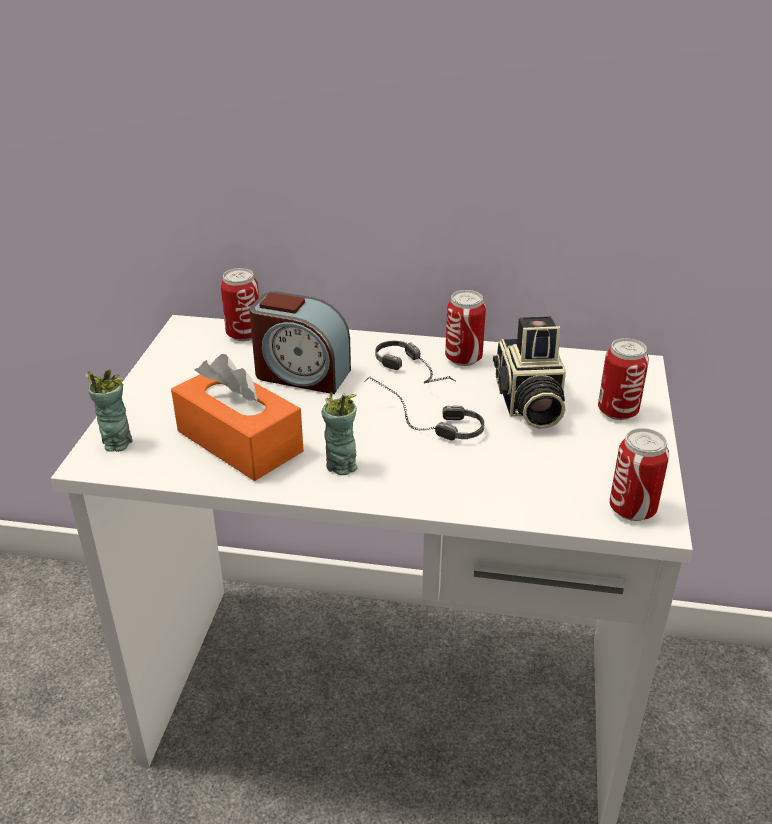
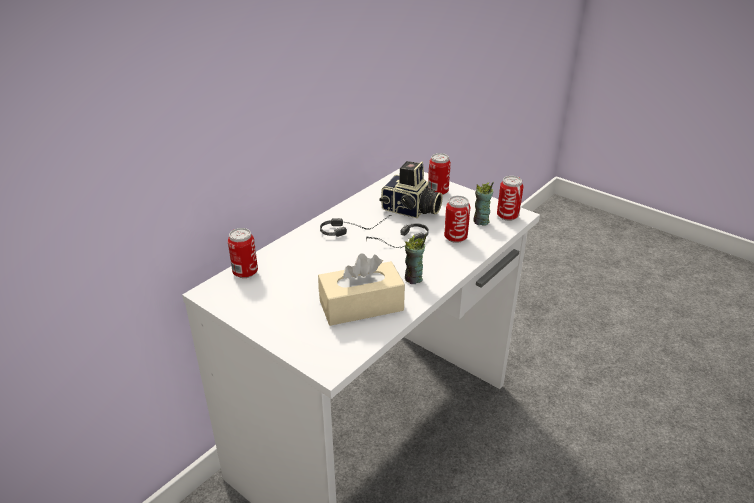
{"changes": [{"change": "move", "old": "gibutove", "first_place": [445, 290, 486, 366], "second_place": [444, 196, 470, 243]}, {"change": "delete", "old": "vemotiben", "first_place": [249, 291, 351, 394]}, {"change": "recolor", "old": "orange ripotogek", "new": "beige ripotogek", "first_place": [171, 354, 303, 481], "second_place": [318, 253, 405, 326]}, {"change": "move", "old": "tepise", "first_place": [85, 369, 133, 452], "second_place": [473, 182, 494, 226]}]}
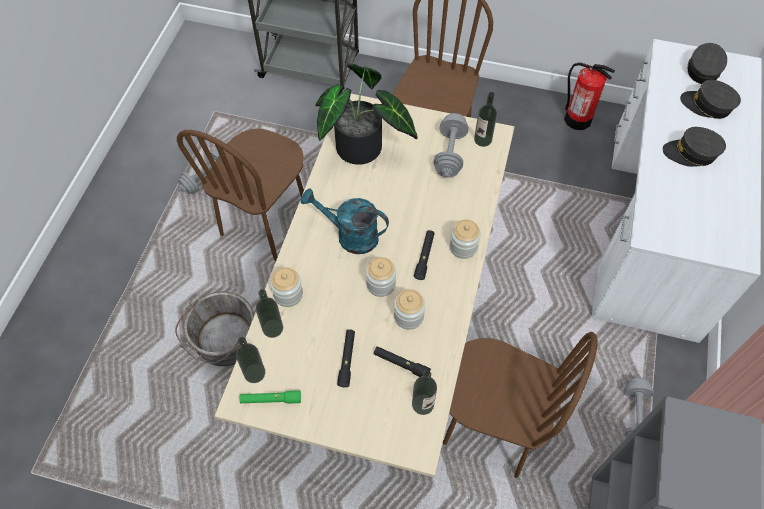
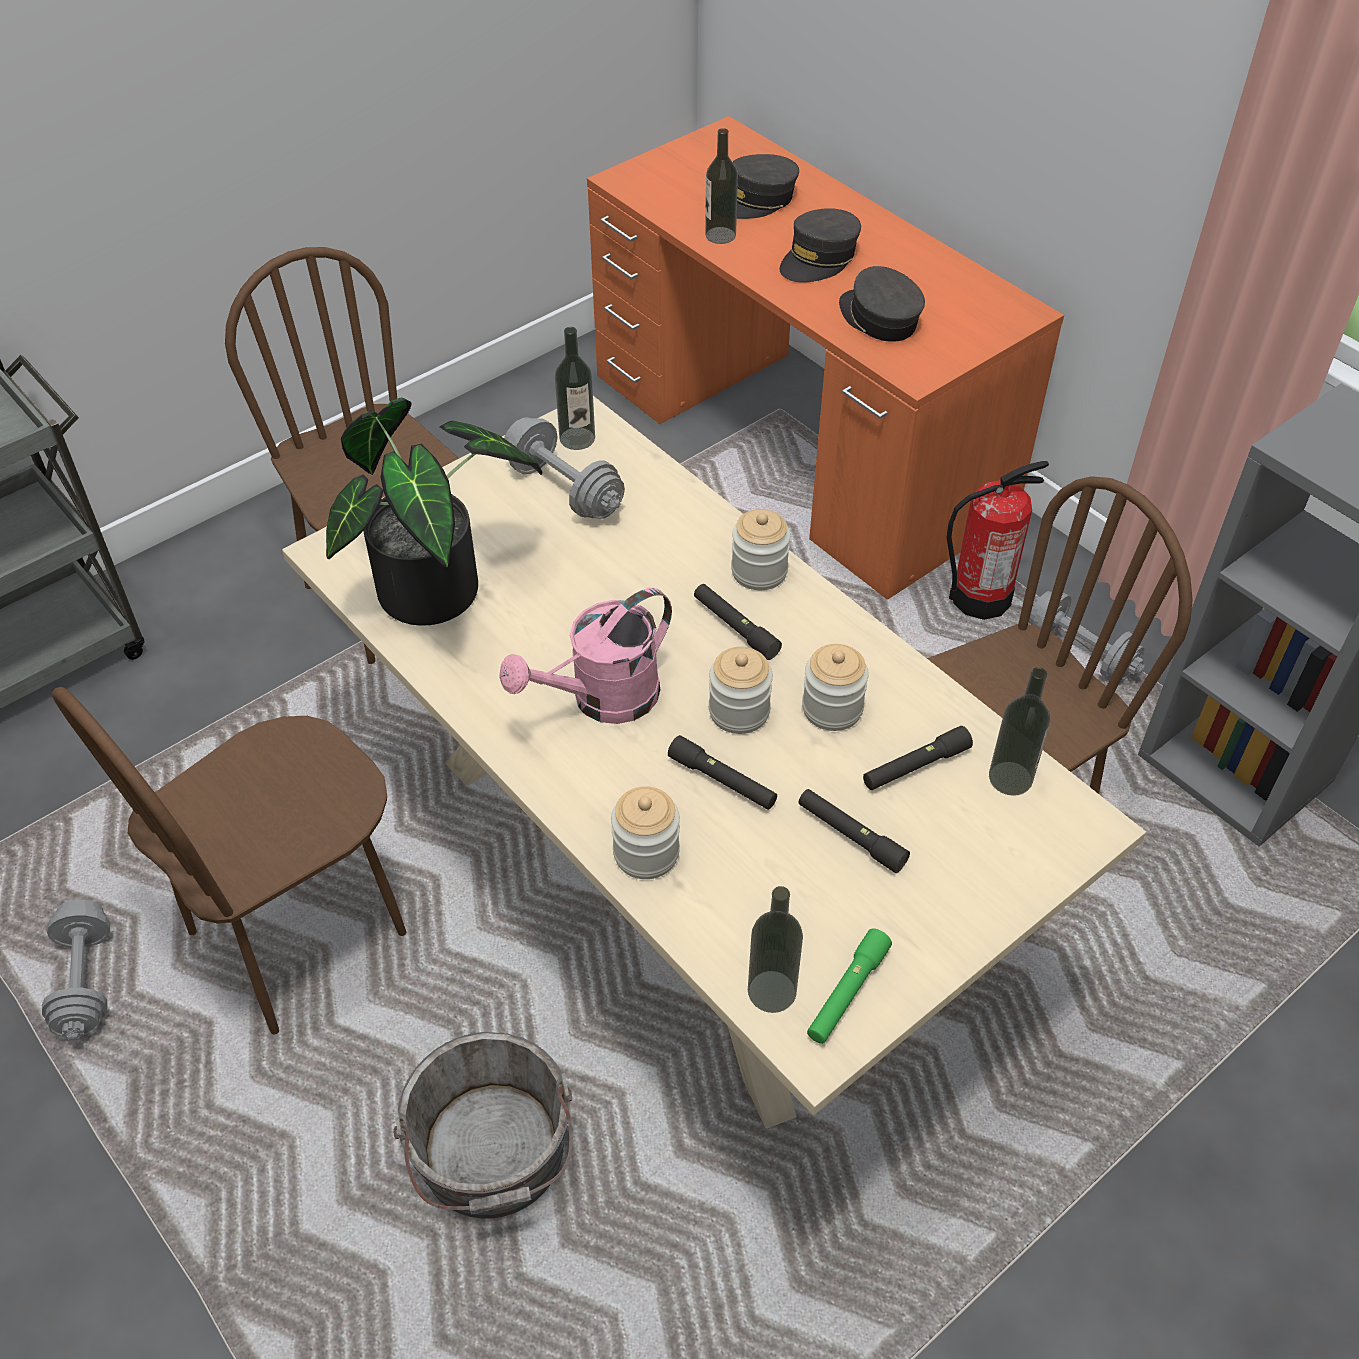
{"changes": [{"change": "recolor", "old": "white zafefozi", "new": "orange zafefozi", "first_place": [592, 39, 762, 343], "second_place": [587, 116, 1064, 600]}, {"change": "move", "old": "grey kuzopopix", "first_place": [687, 43, 727, 84], "second_place": [839, 266, 925, 342]}, {"change": "move", "old": "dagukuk", "first_place": [564, 62, 615, 130], "second_place": [947, 461, 1049, 620]}, {"change": "rotate", "old": "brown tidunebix", "first_place": [177, 129, 304, 261], "second_place": [52, 687, 406, 1034], "degrees": 75}, {"change": "recolor", "old": "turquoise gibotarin", "new": "pink gibotarin", "first_place": [300, 188, 389, 254], "second_place": [499, 588, 672, 724]}, {"change": "move", "old": "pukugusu", "first_place": [256, 289, 283, 338], "second_place": [705, 128, 738, 244]}, {"change": "insert", "new": "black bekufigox", "second_place": [668, 735, 777, 810]}]}
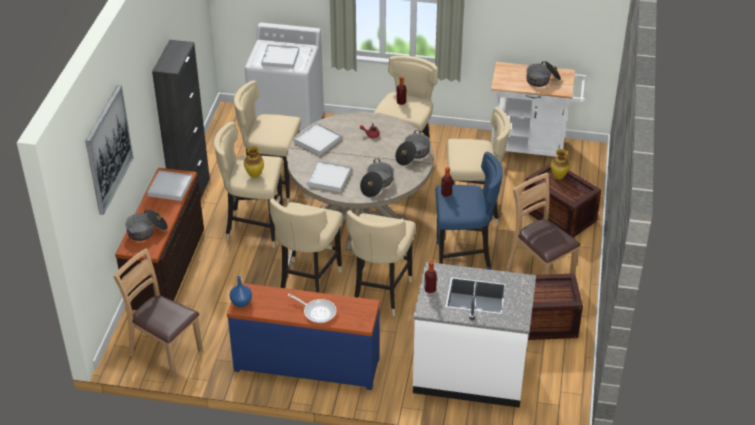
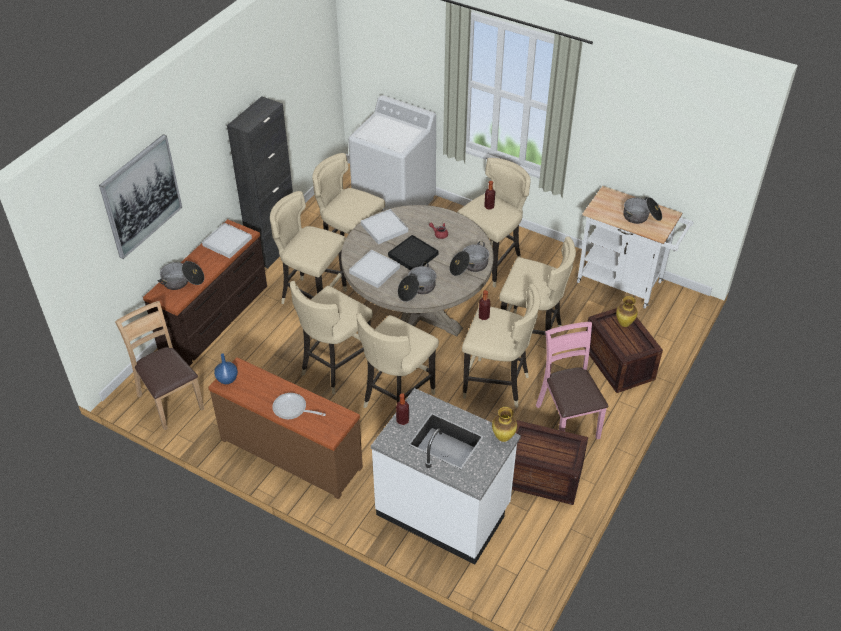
{"changes": [{"change": "delete", "old": "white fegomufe", "first_place": [261, 44, 299, 69]}, {"change": "move", "old": "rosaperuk", "first_place": [244, 146, 264, 178], "second_place": [492, 407, 517, 442]}, {"change": "recolor", "old": "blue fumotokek", "new": "beige fumotokek", "first_place": [436, 152, 503, 270], "second_place": [462, 284, 541, 408]}, {"change": "recolor", "old": "brown tidunebix", "new": "pink tidunebix", "first_place": [506, 173, 581, 275], "second_place": [536, 322, 608, 439]}, {"change": "recolor", "old": "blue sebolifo", "new": "brown sebolifo", "first_place": [227, 283, 380, 390], "second_place": [208, 357, 363, 499]}, {"change": "rotate", "old": "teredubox", "first_place": [288, 294, 336, 323], "second_place": [272, 393, 326, 419], "degrees": 150}, {"change": "insert", "new": "black fegomufe", "second_place": [388, 235, 439, 271]}]}
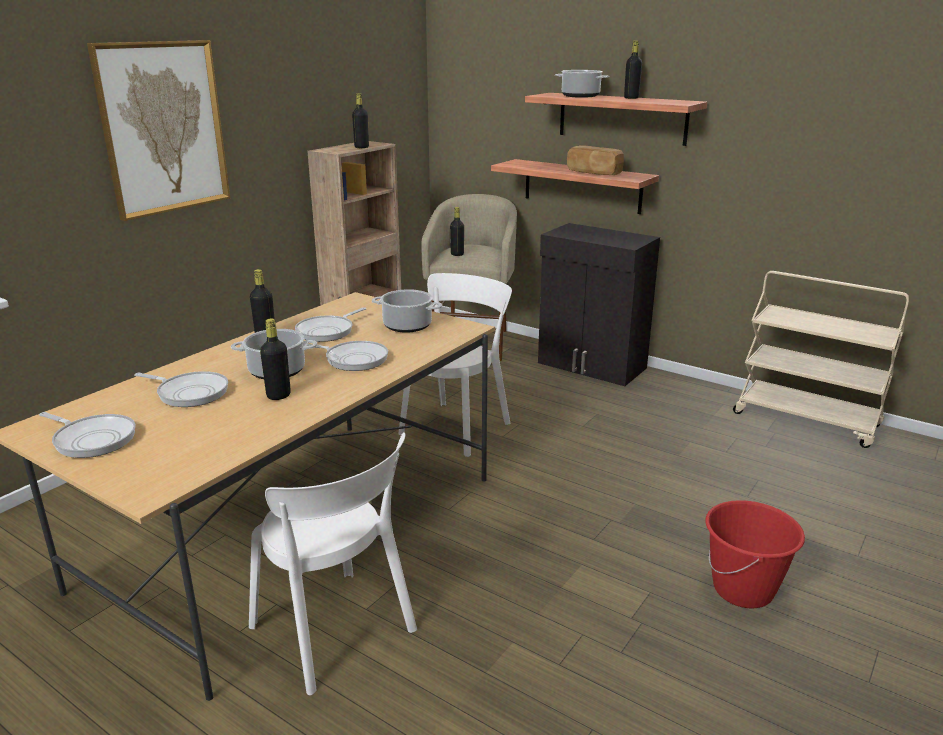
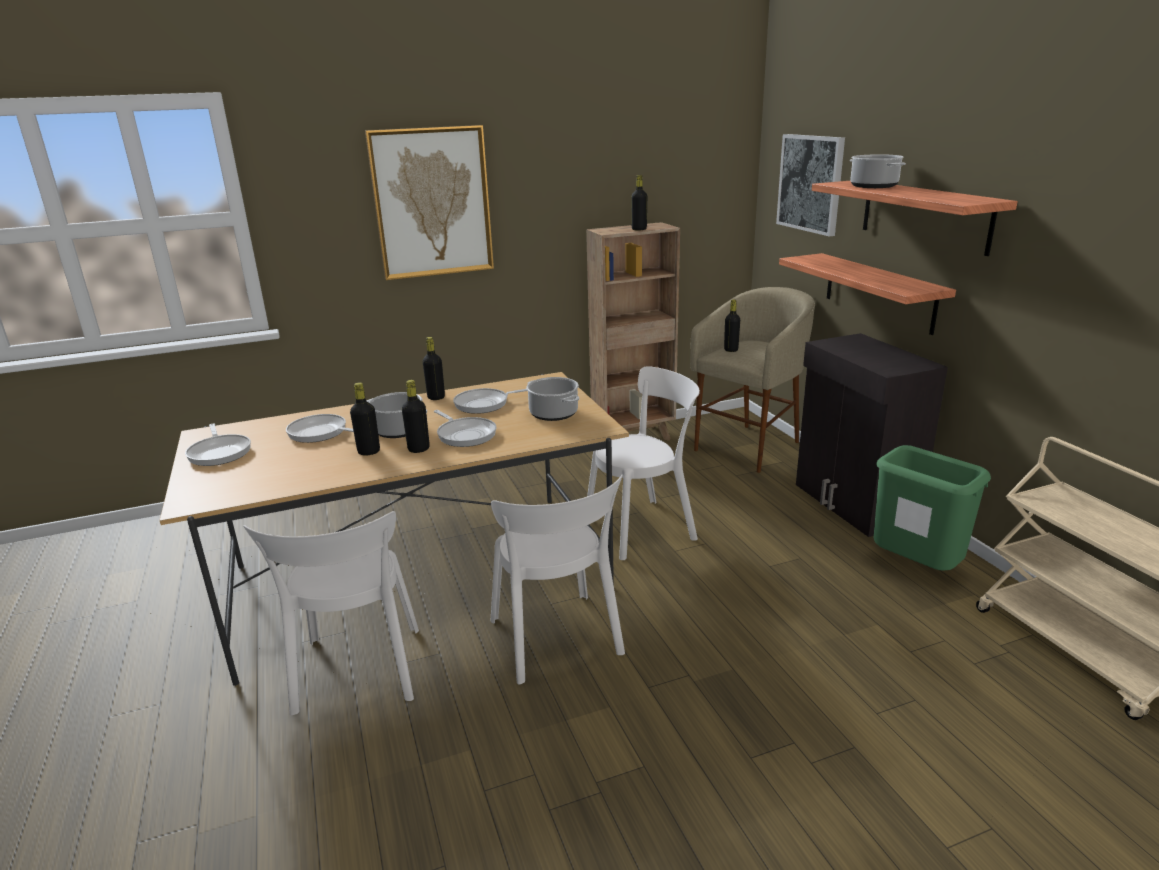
{"changes": [{"change": "move", "old": "black pukugusu", "first_place": [624, 40, 642, 99], "second_place": [402, 380, 430, 453]}, {"change": "delete", "old": "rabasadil", "first_place": [567, 145, 624, 175]}, {"change": "rotate", "old": "teredubox", "first_place": [134, 371, 228, 407], "second_place": [286, 414, 354, 443], "degrees": 150}, {"change": "delete", "old": "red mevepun", "first_place": [705, 500, 805, 608]}, {"change": "insert", "new": "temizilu", "second_place": [776, 134, 845, 236]}, {"change": "insert", "new": "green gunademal", "second_place": [874, 445, 991, 571]}, {"change": "insert", "new": "white tidunebix", "second_place": [491, 474, 625, 684]}]}
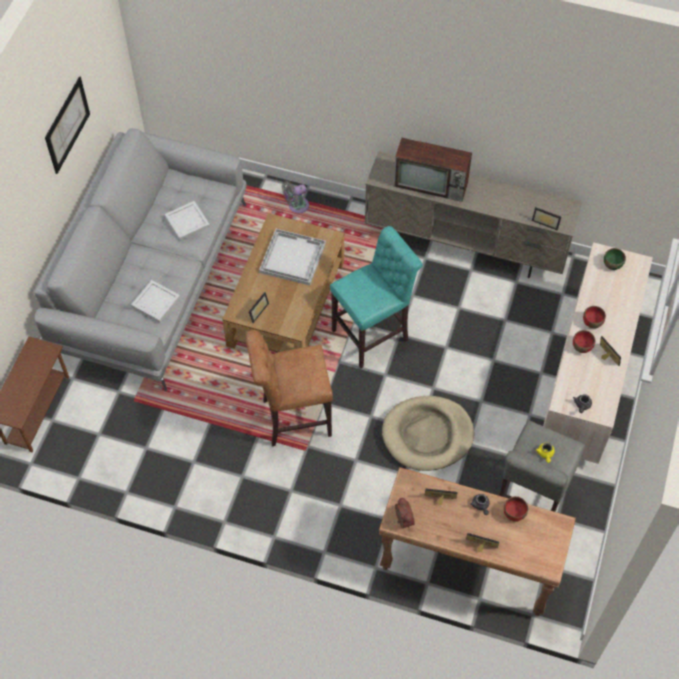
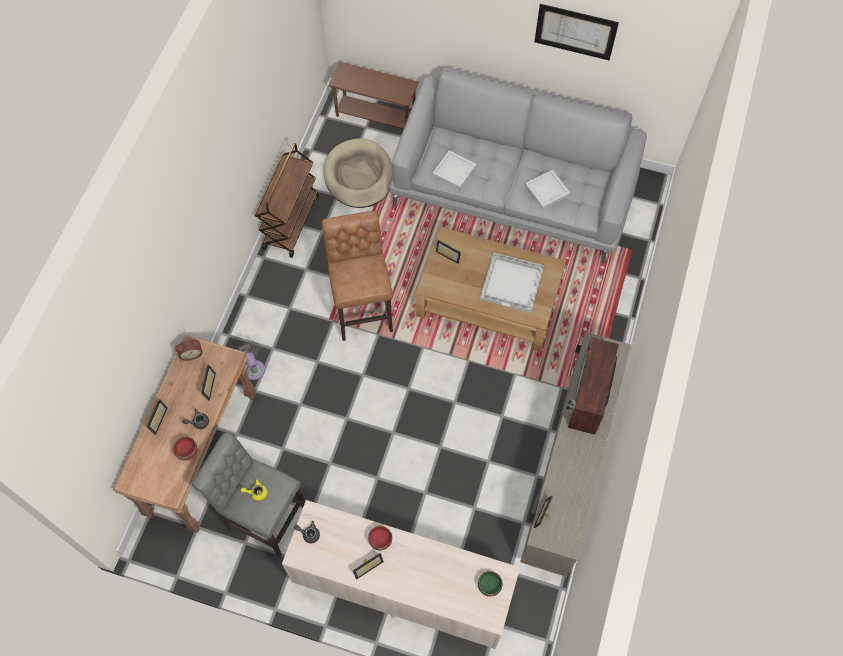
{"changes": [{"change": "move", "old": "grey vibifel", "first_place": [282, 181, 309, 213], "second_place": [236, 341, 265, 380]}, {"change": "delete", "old": "turquoise fumotokek", "first_place": [330, 226, 423, 368]}, {"change": "delete", "old": "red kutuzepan", "first_place": [583, 306, 606, 328]}, {"change": "move", "old": "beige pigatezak", "first_place": [382, 396, 474, 471], "second_place": [323, 138, 393, 208]}, {"change": "insert", "new": "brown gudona", "second_place": [255, 143, 319, 258]}]}
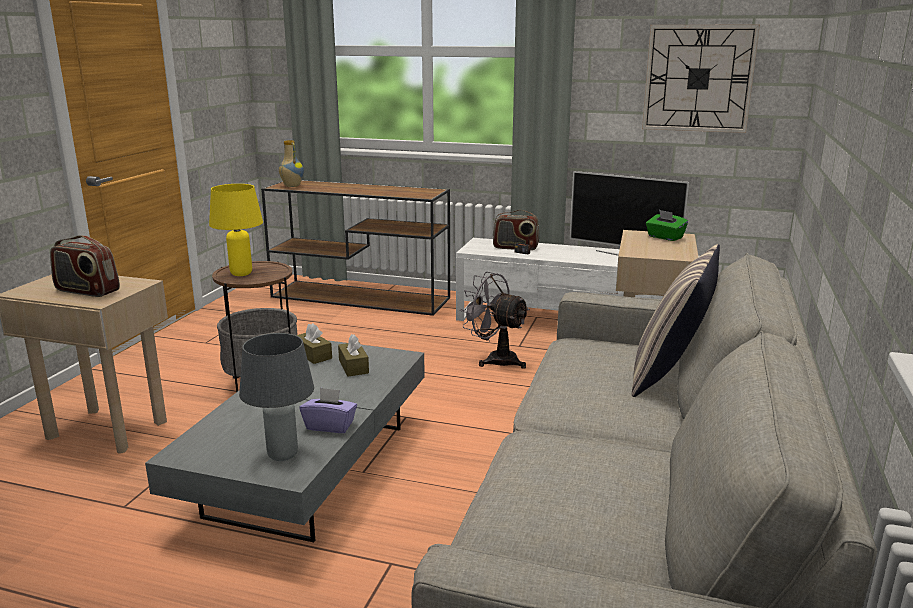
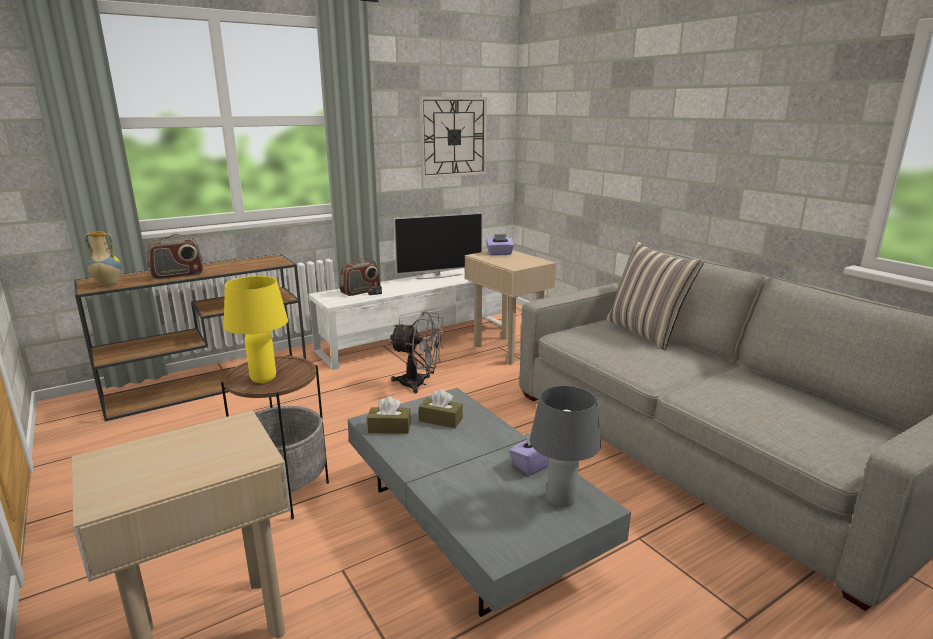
{"changes": [{"change": "recolor", "old": "green ripotogek", "new": "purple ripotogek", "first_place": [646, 210, 688, 241], "second_place": [486, 234, 514, 255]}, {"change": "move", "old": "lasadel", "first_place": [50, 235, 120, 297], "second_place": [147, 234, 203, 280]}, {"change": "rotate", "old": "grey vibifel", "first_place": [460, 272, 530, 369], "second_place": [389, 312, 445, 393], "degrees": -150}]}
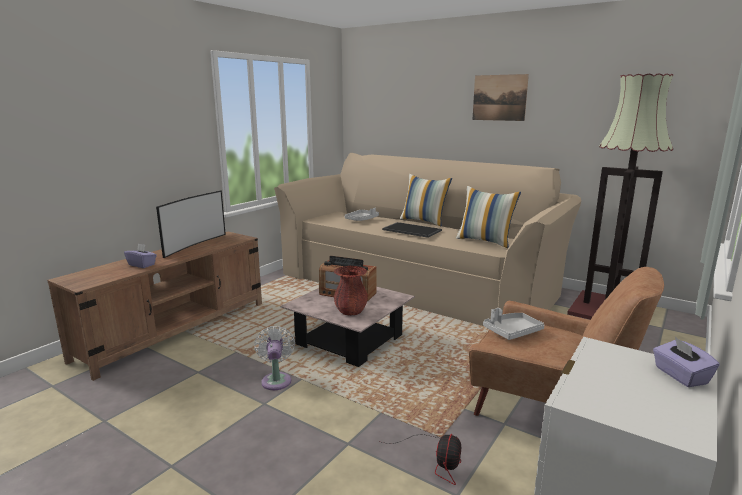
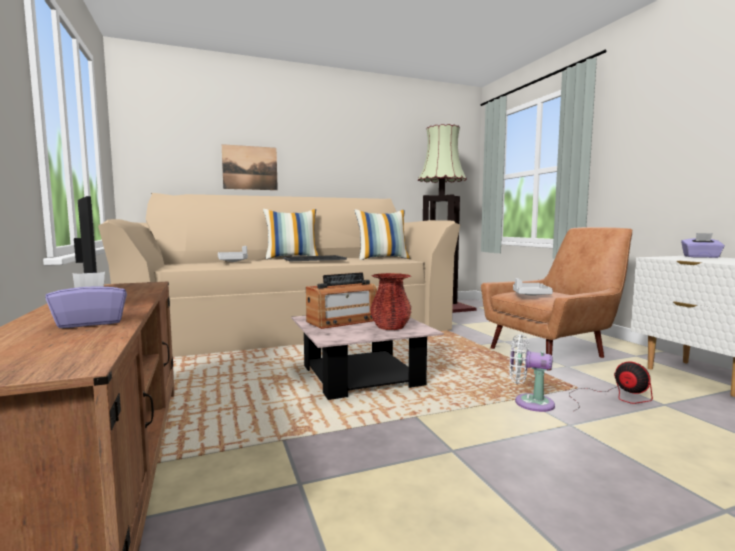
{"changes": [{"change": "move", "old": "temizilu", "first_place": [472, 74, 529, 121], "second_place": [222, 144, 278, 190]}, {"change": "move", "old": "white vibifel", "first_place": [254, 326, 295, 390], "second_place": [509, 334, 555, 412]}]}
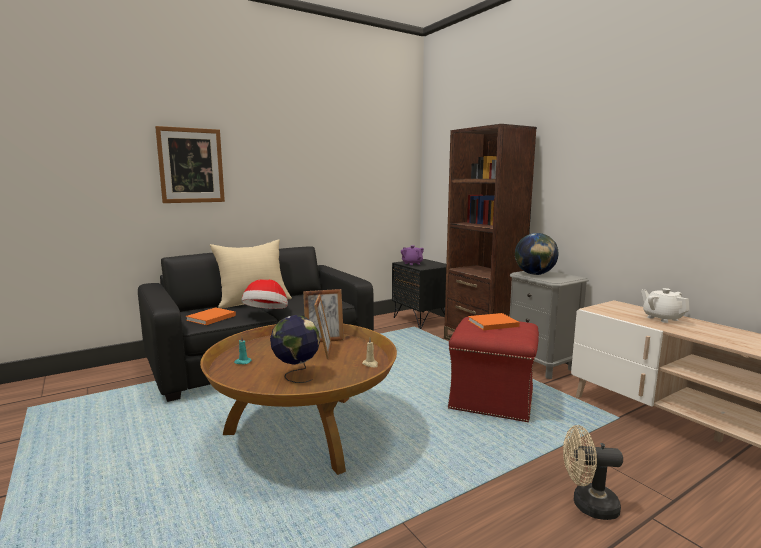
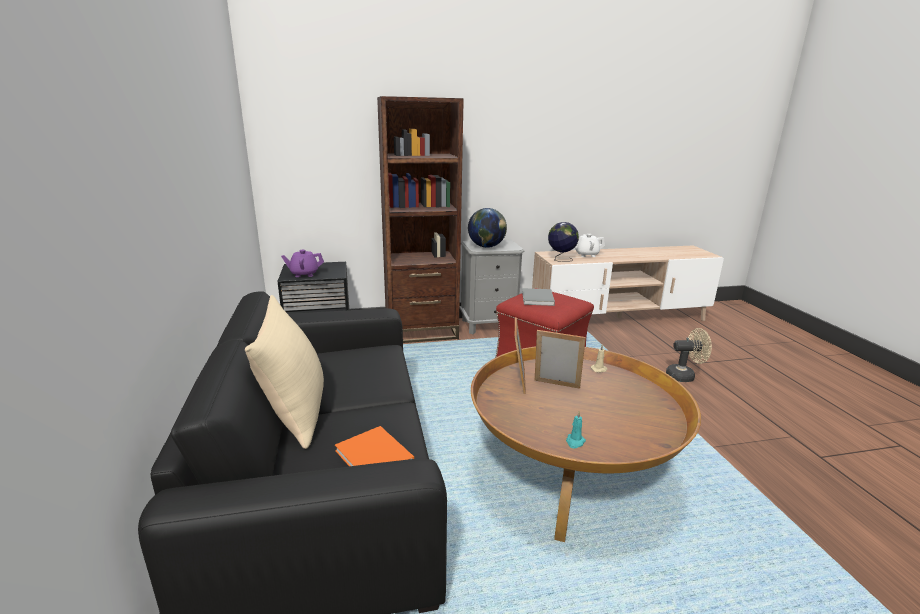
{"changes": [{"change": "delete", "old": "temizilu", "first_place": [155, 126, 225, 203]}, {"change": "delete", "old": "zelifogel", "first_place": [241, 279, 288, 309]}, {"change": "recolor", "old": "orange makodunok", "new": "grey makodunok", "first_place": [468, 313, 520, 330], "second_place": [522, 288, 555, 306]}, {"change": "move", "old": "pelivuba", "first_place": [270, 315, 320, 383], "second_place": [548, 222, 579, 262]}, {"change": "rotate", "old": "beige vibifel", "first_place": [563, 425, 623, 520], "second_place": [666, 328, 712, 382], "degrees": -120}]}
